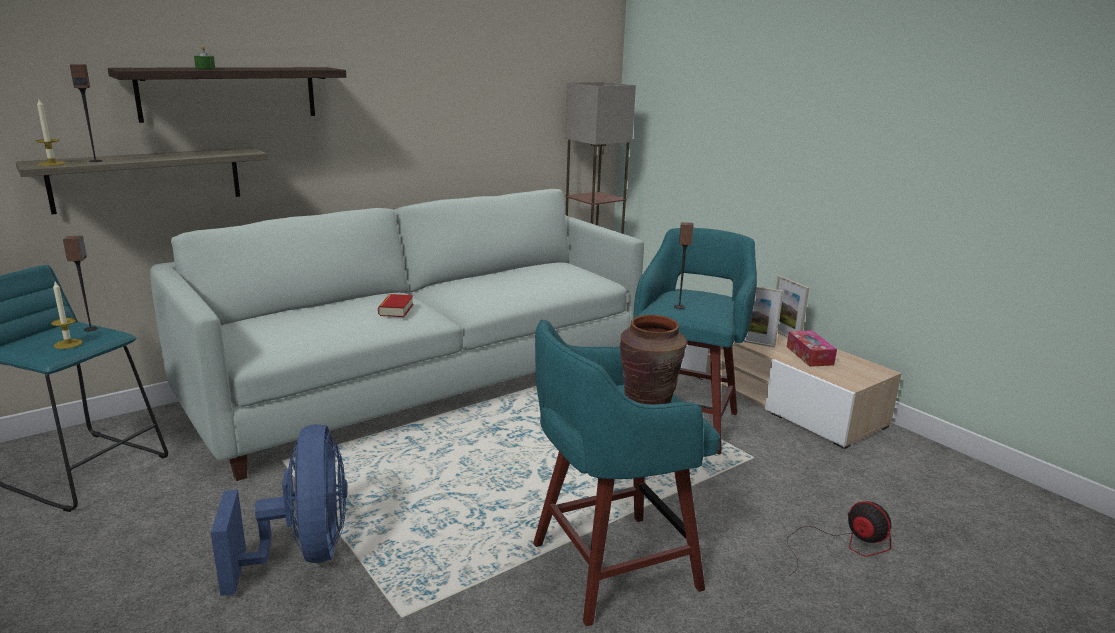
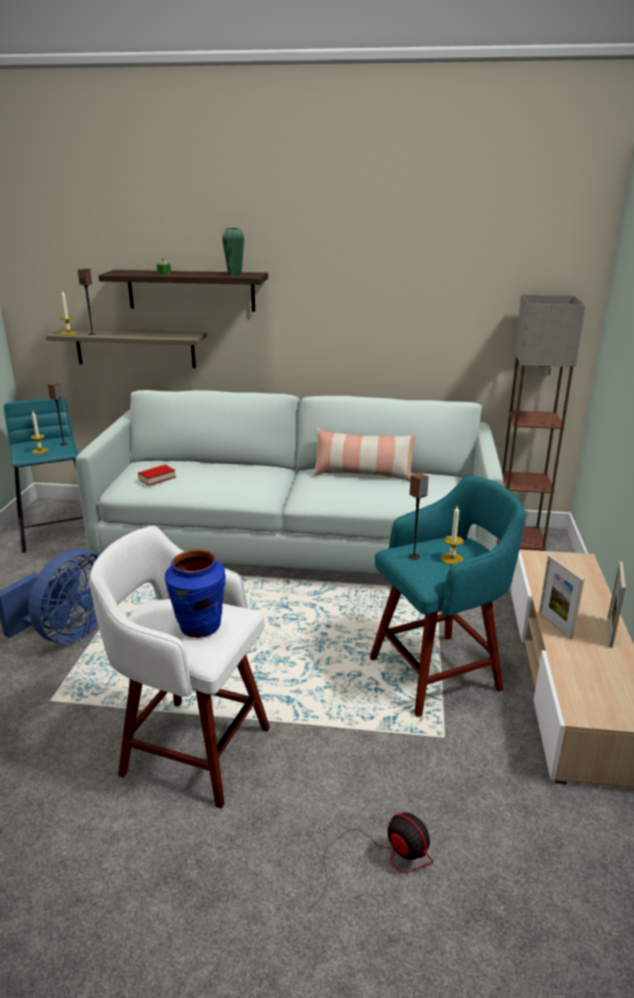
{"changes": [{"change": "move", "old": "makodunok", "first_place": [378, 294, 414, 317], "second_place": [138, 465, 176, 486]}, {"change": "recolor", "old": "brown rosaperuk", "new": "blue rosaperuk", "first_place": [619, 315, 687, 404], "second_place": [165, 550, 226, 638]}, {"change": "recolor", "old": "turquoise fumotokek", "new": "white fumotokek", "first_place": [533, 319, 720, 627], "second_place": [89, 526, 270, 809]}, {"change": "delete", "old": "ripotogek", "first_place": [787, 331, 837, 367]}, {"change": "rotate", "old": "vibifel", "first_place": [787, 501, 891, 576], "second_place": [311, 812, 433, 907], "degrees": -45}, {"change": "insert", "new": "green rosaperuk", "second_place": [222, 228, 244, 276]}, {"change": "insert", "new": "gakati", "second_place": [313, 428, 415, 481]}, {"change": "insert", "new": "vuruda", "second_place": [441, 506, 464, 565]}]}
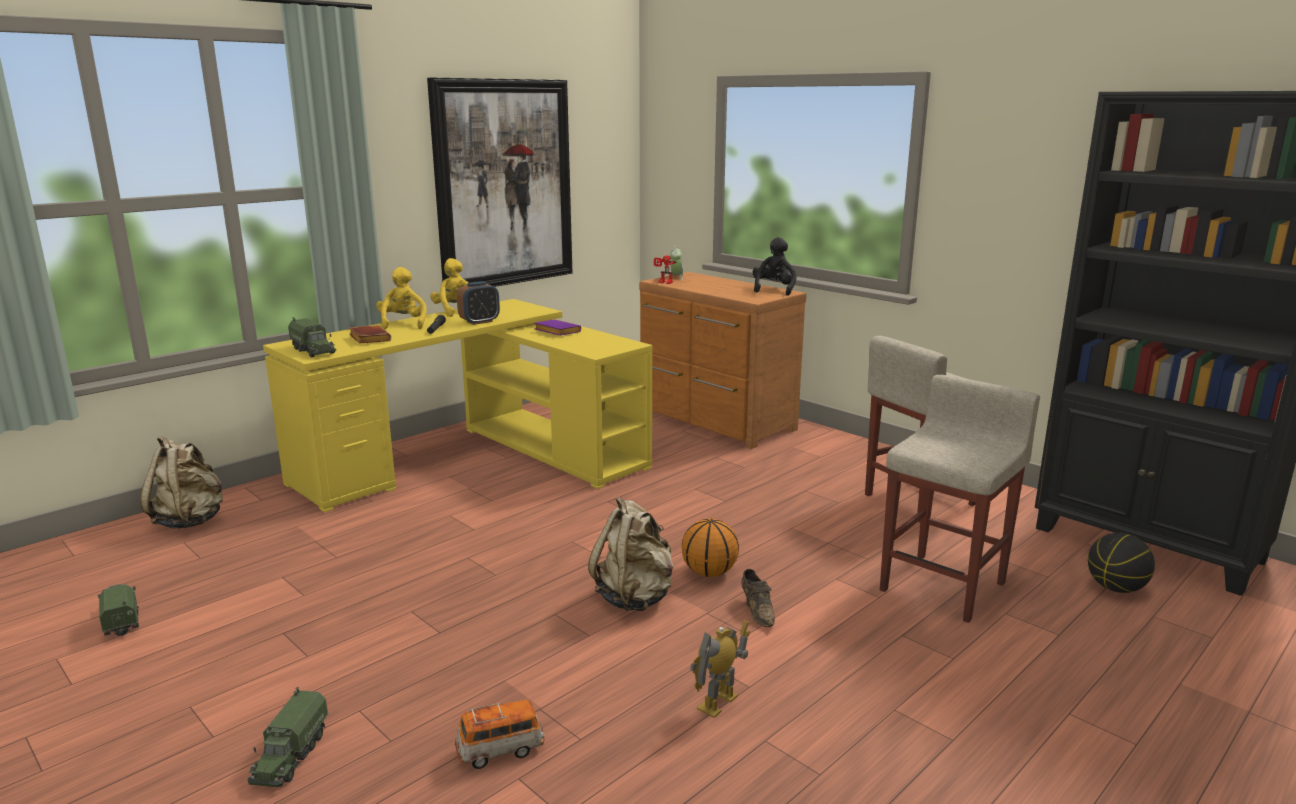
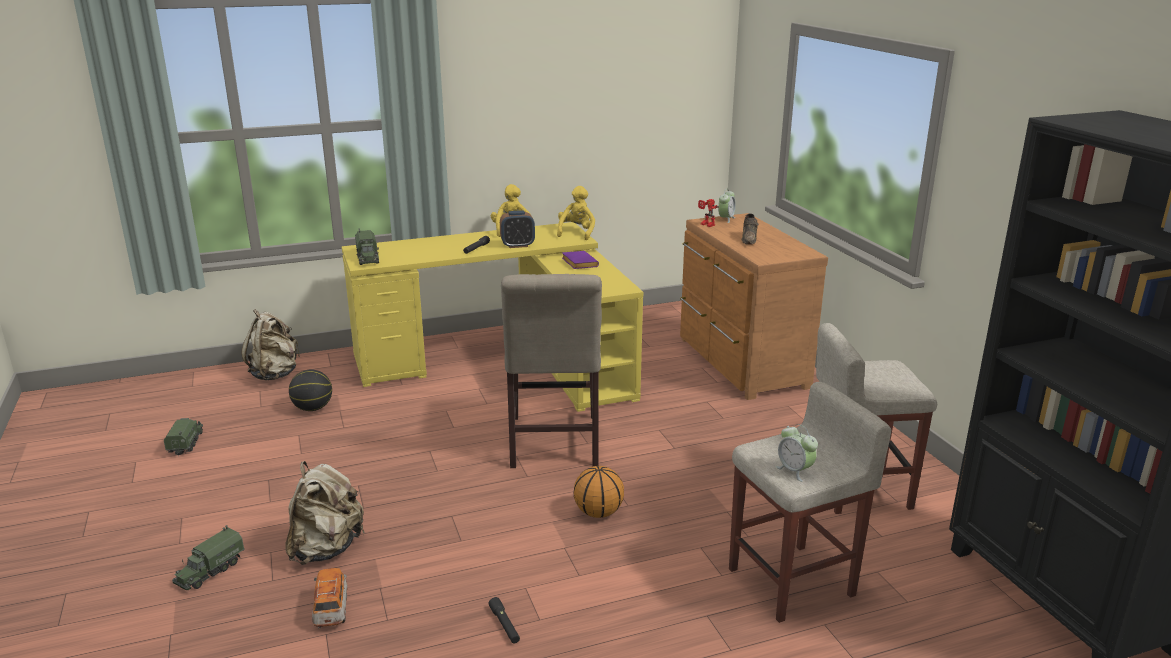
{"changes": [{"change": "delete", "old": "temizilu", "first_place": [427, 78, 572, 287]}, {"change": "delete", "old": "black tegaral", "first_place": [753, 237, 797, 296]}, {"change": "move", "old": "yellow tegaral", "first_place": [376, 267, 427, 329], "second_place": [557, 186, 595, 240]}, {"change": "delete", "old": "brown makodunok", "first_place": [349, 325, 391, 344]}, {"change": "move", "old": "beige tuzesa", "first_place": [588, 496, 674, 611], "second_place": [285, 461, 365, 565]}, {"change": "move", "old": "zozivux", "first_place": [1088, 533, 1155, 593], "second_place": [289, 369, 332, 411]}, {"change": "move", "old": "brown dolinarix", "first_place": [741, 569, 775, 627], "second_place": [742, 213, 759, 245]}, {"change": "replace", "old": "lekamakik", "new": "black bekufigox", "first_place": [690, 620, 750, 718], "second_place": [489, 597, 520, 643]}, {"change": "rotate", "old": "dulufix", "first_place": [455, 700, 545, 769], "second_place": [312, 568, 347, 629], "degrees": -105}, {"change": "insert", "new": "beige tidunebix", "second_place": [501, 274, 602, 468]}, {"change": "insert", "new": "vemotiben", "second_place": [776, 424, 818, 482]}]}
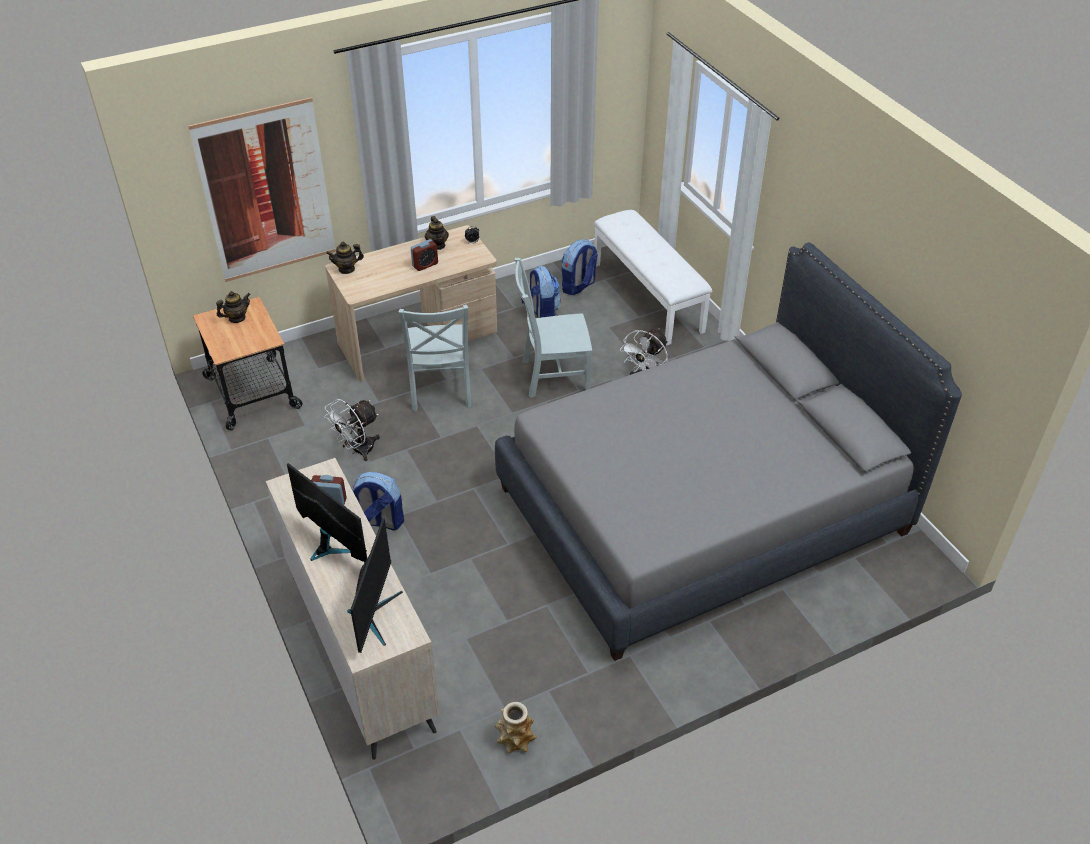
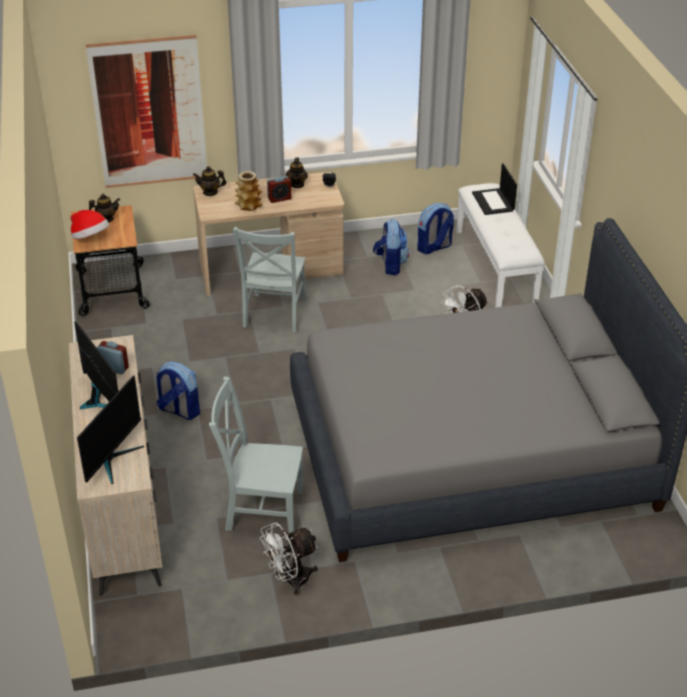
{"changes": [{"change": "move", "old": "grey tidunebix", "first_place": [515, 258, 592, 398], "second_place": [209, 376, 303, 533]}, {"change": "move", "old": "white vibifel", "first_place": [324, 399, 380, 461], "second_place": [260, 523, 318, 595]}, {"change": "move", "old": "rosaperuk", "first_place": [495, 702, 537, 753], "second_place": [235, 171, 263, 211]}, {"change": "insert", "new": "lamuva", "second_place": [472, 163, 517, 215]}, {"change": "insert", "new": "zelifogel", "second_place": [70, 210, 109, 239]}]}
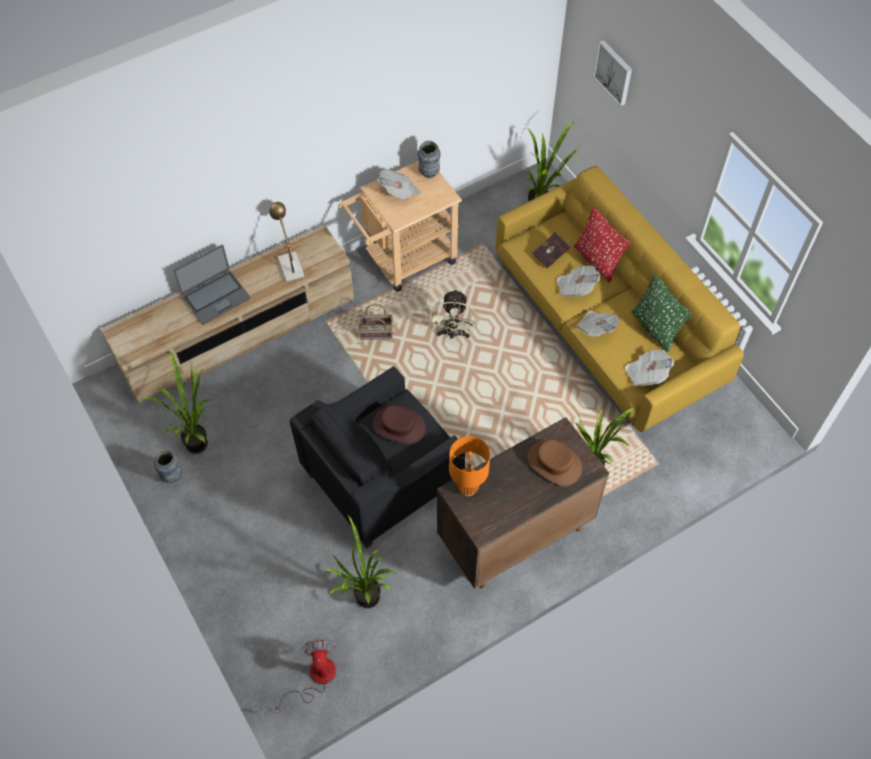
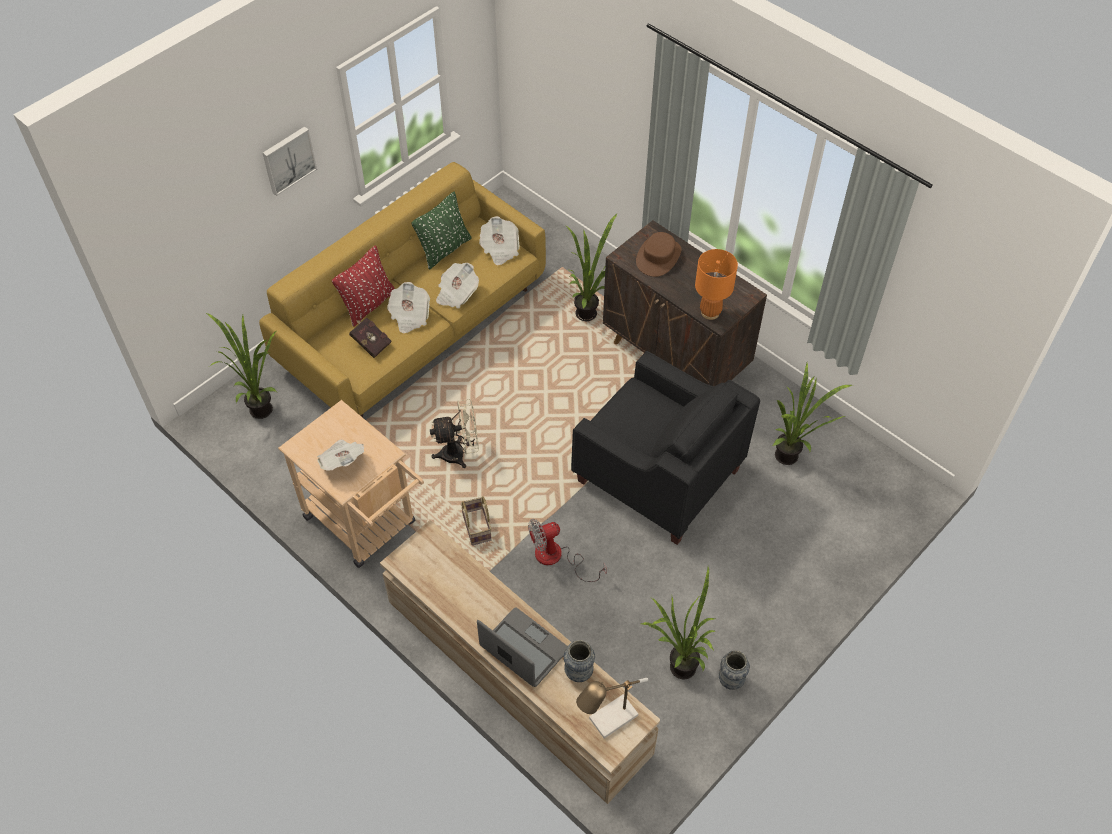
{"changes": [{"change": "move", "old": "temizilu", "first_place": [593, 40, 632, 106], "second_place": [263, 126, 317, 196]}, {"change": "move", "old": "rosaperuk", "first_place": [418, 141, 441, 178], "second_place": [564, 640, 595, 682]}, {"change": "move", "old": "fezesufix", "first_place": [269, 202, 304, 282], "second_place": [576, 678, 648, 739]}, {"change": "delete", "old": "brown zelifogel", "first_place": [373, 405, 426, 444]}, {"change": "move", "old": "vibifel", "first_place": [272, 639, 336, 713], "second_place": [528, 519, 607, 582]}]}
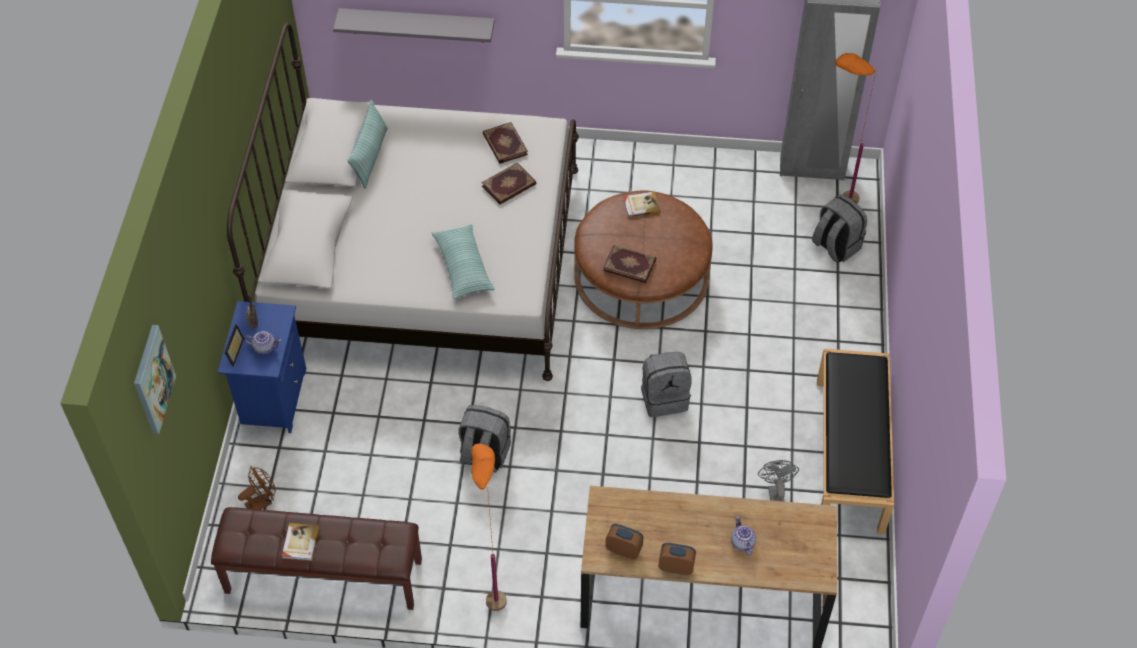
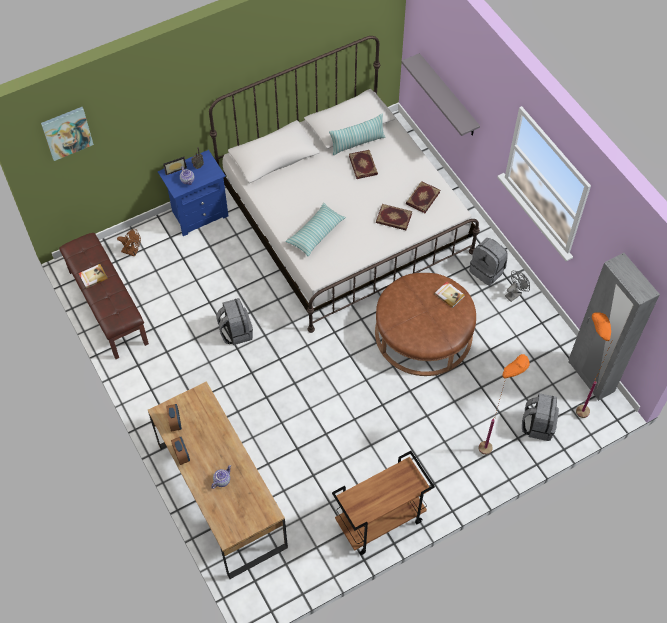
{"changes": [{"change": "move", "old": "makodunok", "first_place": [603, 245, 656, 283], "second_place": [349, 150, 378, 179]}, {"change": "replace", "old": "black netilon", "new": "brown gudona", "first_place": [817, 349, 894, 534], "second_place": [332, 451, 435, 555]}, {"change": "move", "old": "grey tuzesa", "first_place": [641, 352, 692, 417], "second_place": [470, 238, 507, 286]}, {"change": "move", "old": "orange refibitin", "first_place": [471, 443, 507, 611], "second_place": [478, 354, 529, 455]}, {"change": "move", "old": "grey vibifel", "first_place": [758, 460, 799, 502], "second_place": [505, 271, 530, 302]}]}
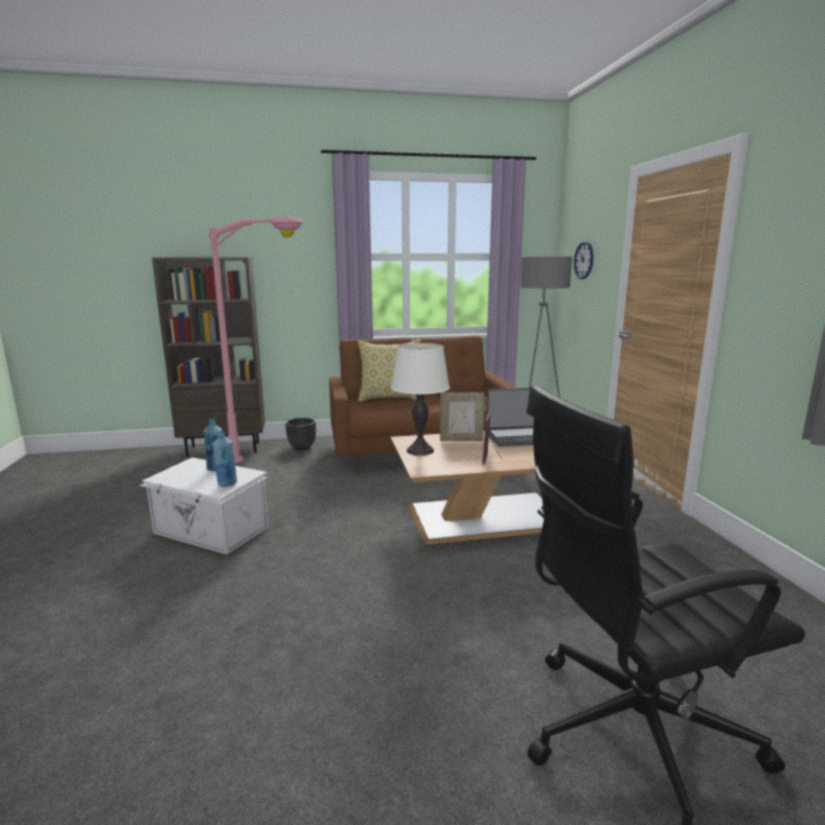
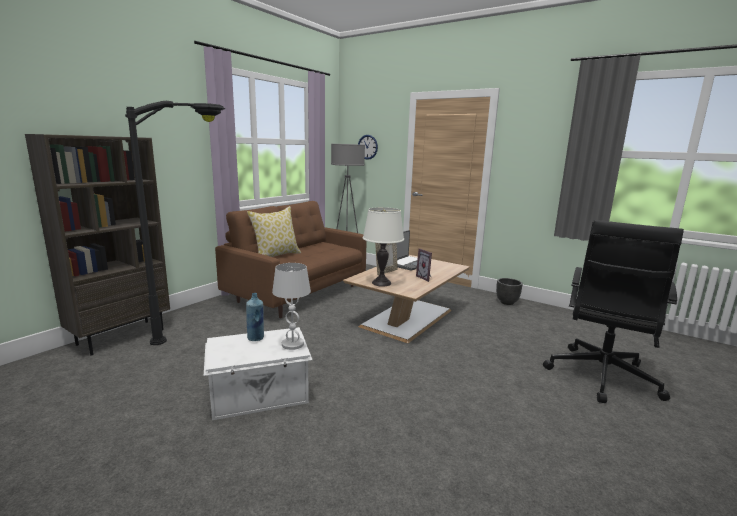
{"changes": [{"change": "recolor", "old": "pink refibitin", "new": "black refibitin", "first_place": [208, 218, 305, 463], "second_place": [125, 101, 225, 345]}, {"change": "move", "old": "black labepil", "first_place": [285, 418, 316, 450], "second_place": [496, 278, 523, 305]}, {"change": "replace", "old": "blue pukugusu", "new": "white fezesufix", "first_place": [213, 431, 237, 487], "second_place": [272, 263, 311, 350]}]}
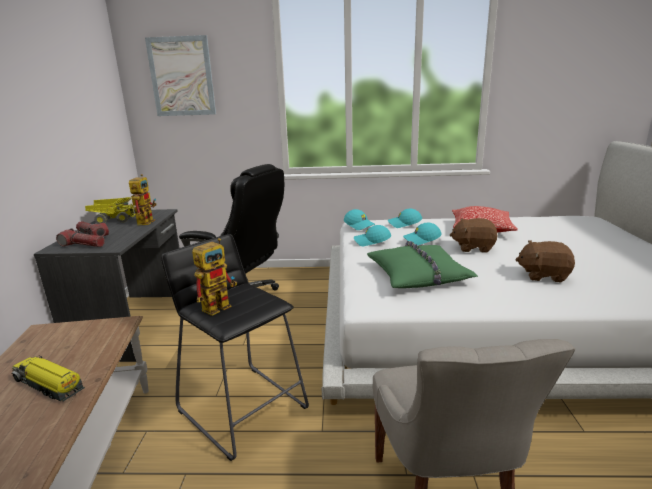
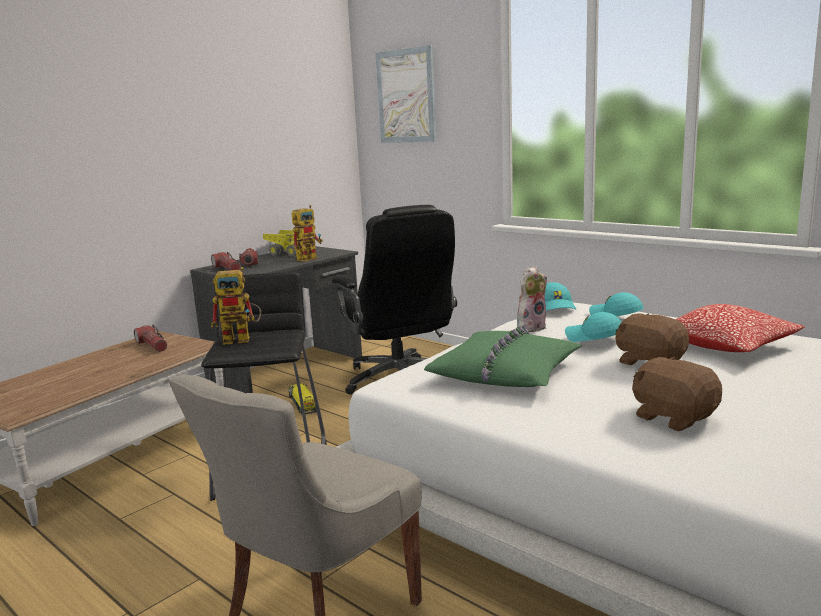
{"changes": [{"change": "replace", "old": "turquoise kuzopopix", "new": "tegaral", "first_place": [354, 225, 391, 246], "second_place": [517, 266, 547, 332]}, {"change": "move", "old": "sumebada", "first_place": [12, 355, 85, 402], "second_place": [288, 383, 317, 414]}, {"change": "insert", "new": "bekufigox", "second_place": [134, 324, 167, 352]}]}
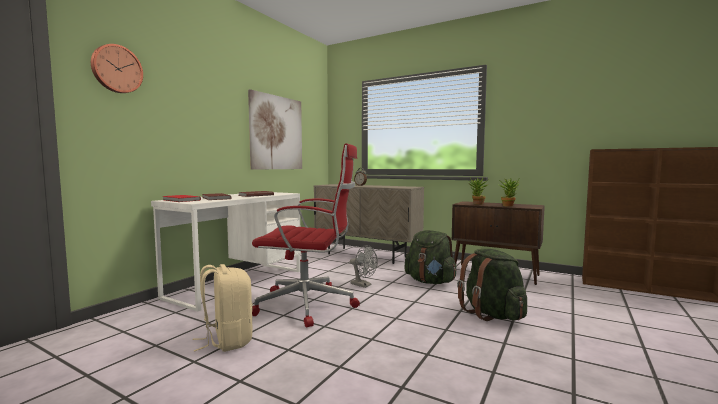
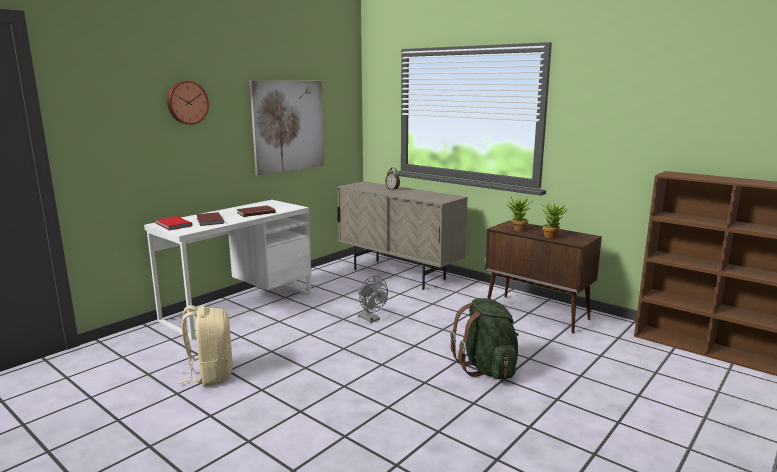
{"changes": [{"change": "move", "old": "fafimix", "first_place": [91, 44, 143, 93], "second_place": [167, 81, 209, 125]}, {"change": "delete", "old": "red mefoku", "first_place": [252, 143, 360, 328]}, {"change": "delete", "old": "green tuzesa", "first_place": [405, 230, 457, 284]}]}
